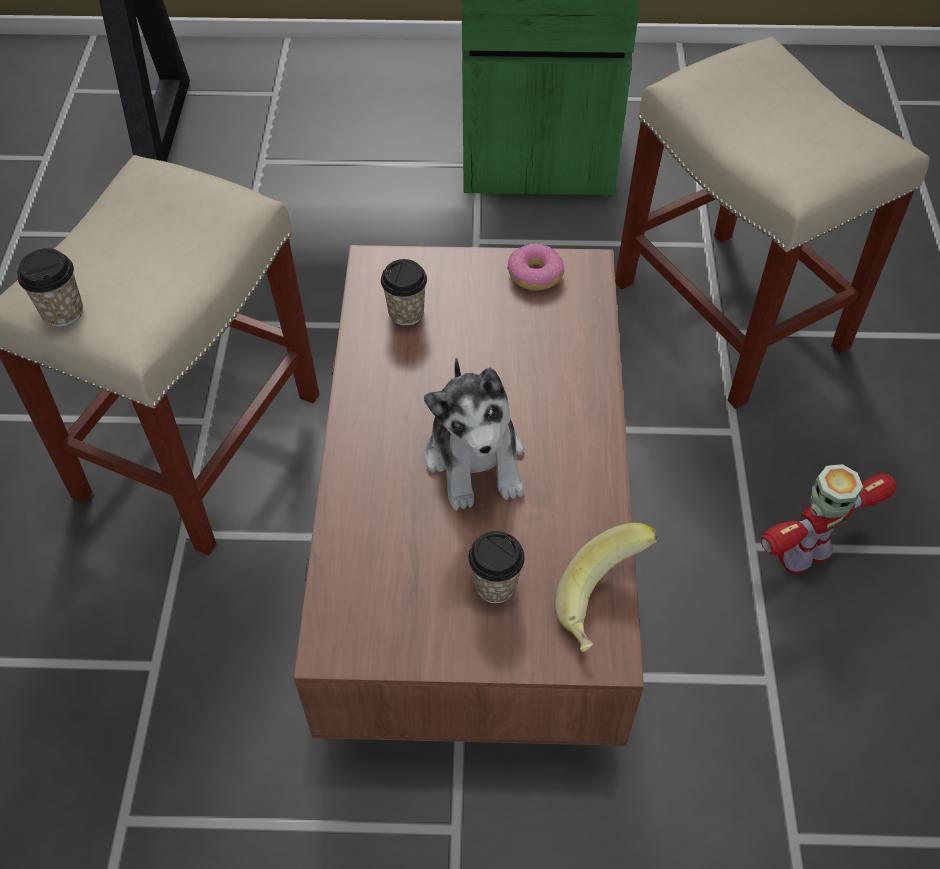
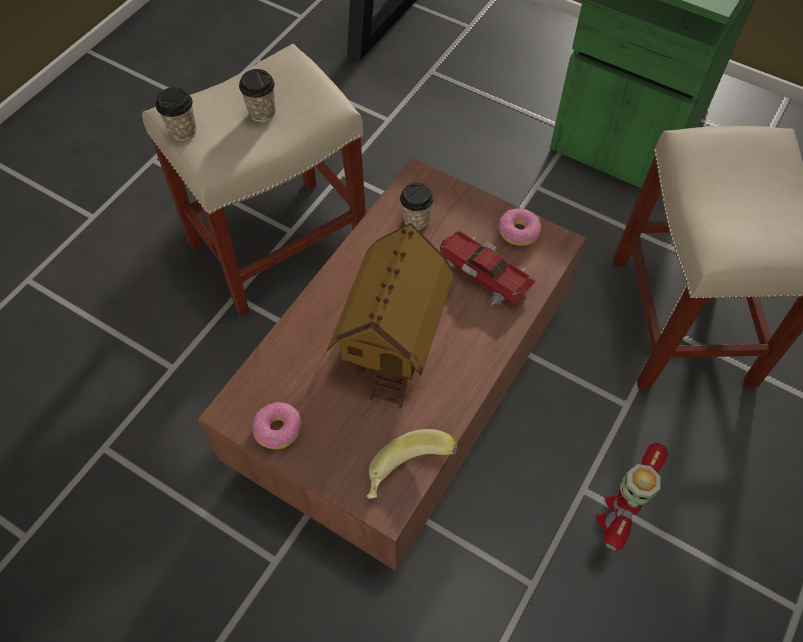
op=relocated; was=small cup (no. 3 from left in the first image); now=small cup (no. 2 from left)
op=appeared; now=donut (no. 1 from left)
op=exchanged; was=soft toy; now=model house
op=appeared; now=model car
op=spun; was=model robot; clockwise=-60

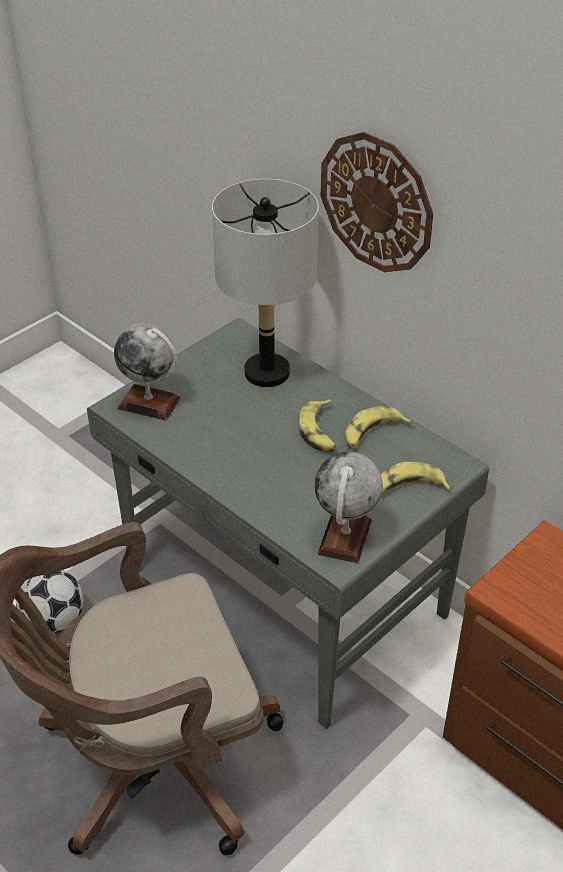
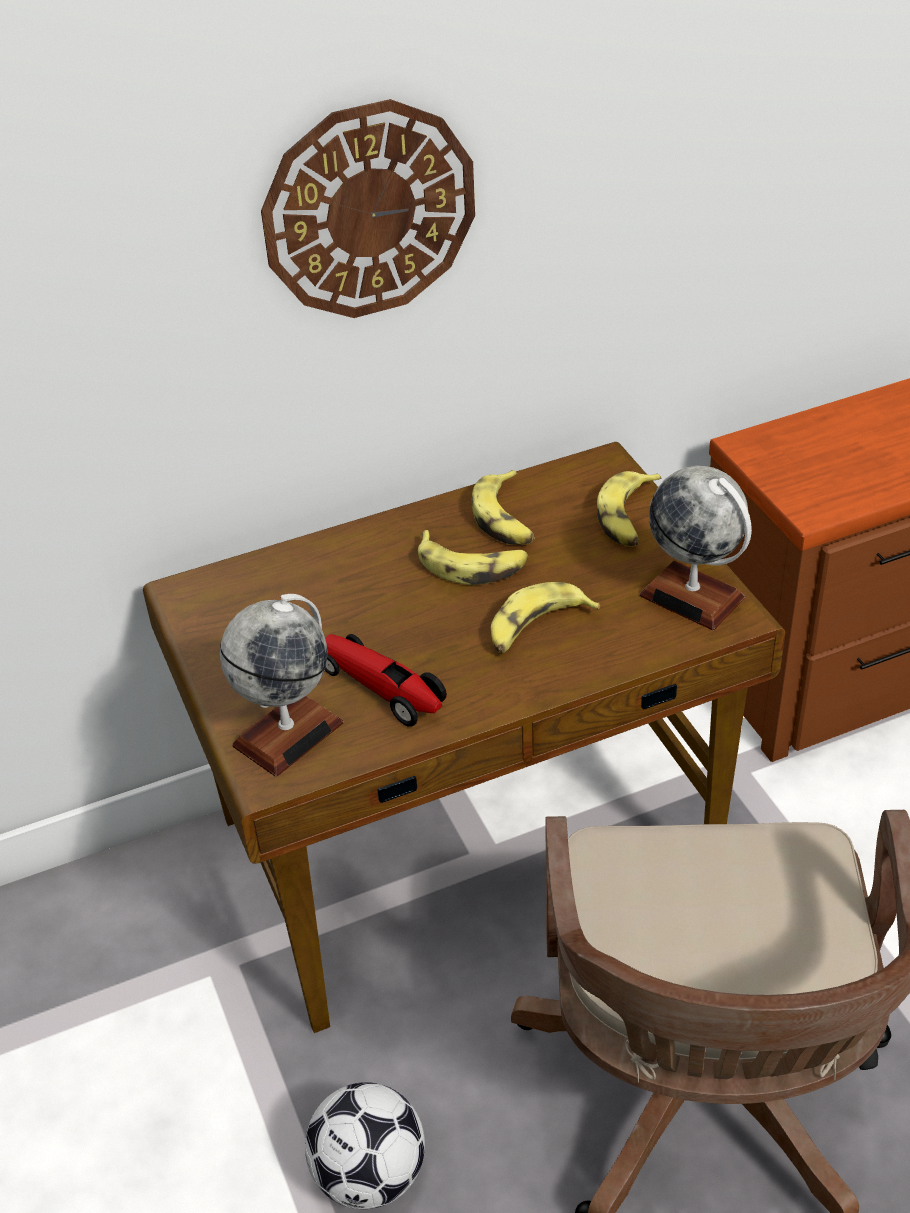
op=colour; was=desk (gray); now=desk (brownish)
op=appeared; now=model car
op=appeared; now=whole banana (no. 3 from left)
op=missing; was=lamp for a table (gray)

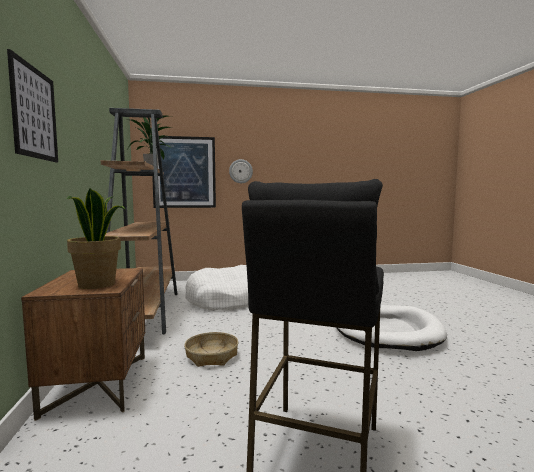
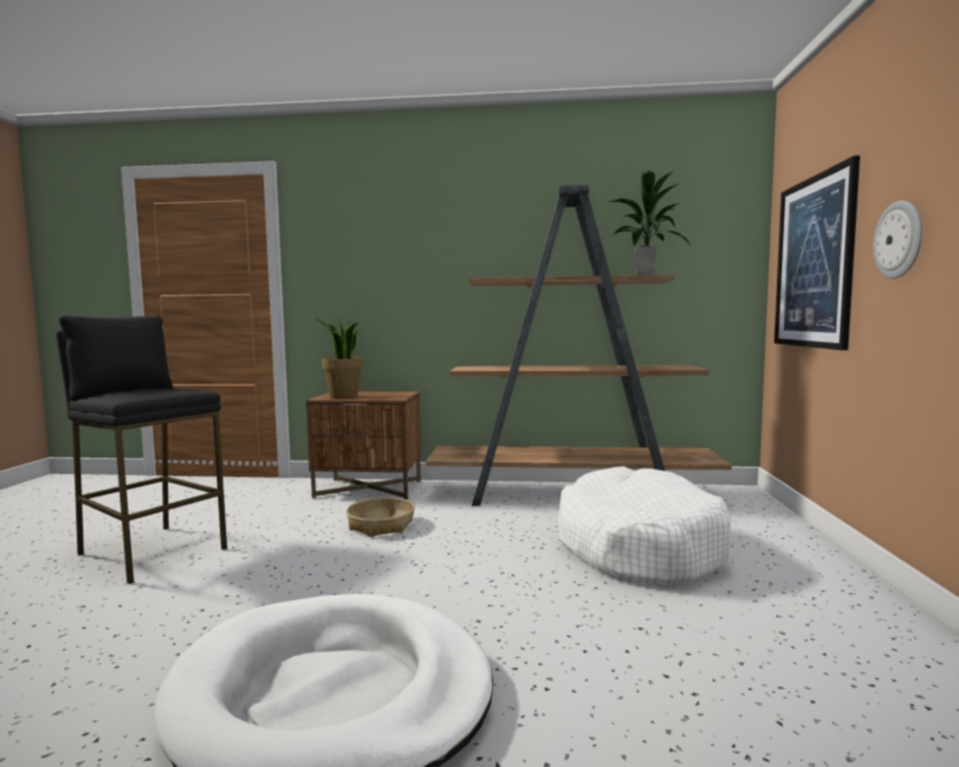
op=missing; was=picture (no. 1 from left)

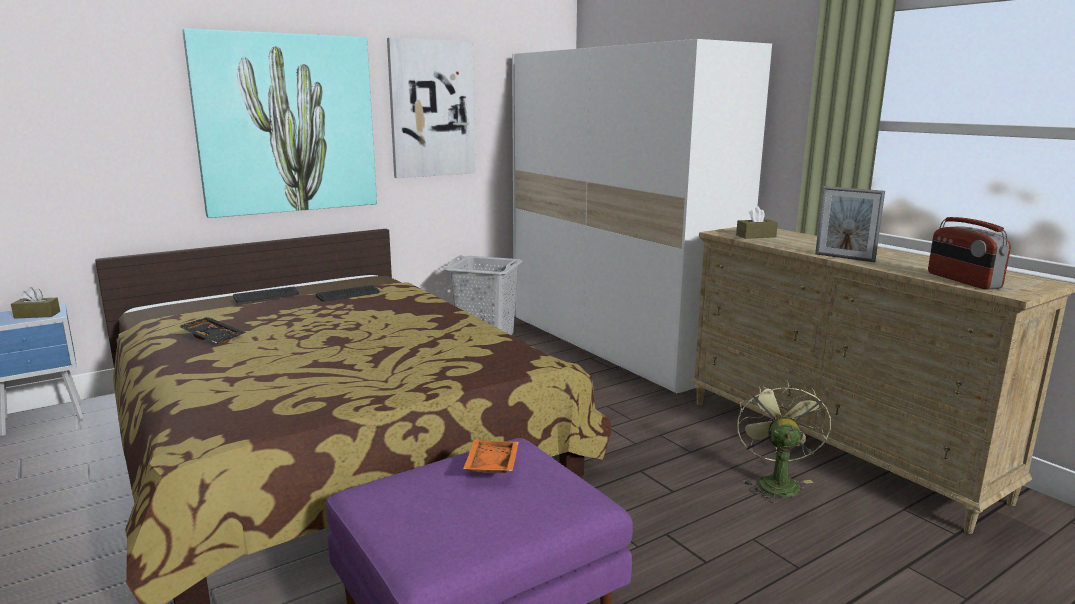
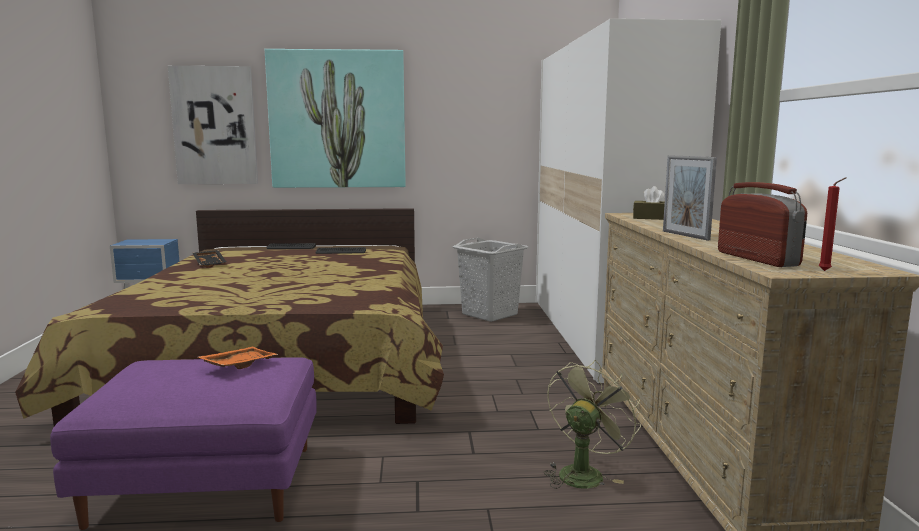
op=relocated; was=picture (no. 2 from left in the first image); now=picture (no. 1 from left)
op=spun; was=radio; clockwise=150
op=appeared; now=candle (red)
op=missing; was=tissue holder (brownish) (no. 1 from left)

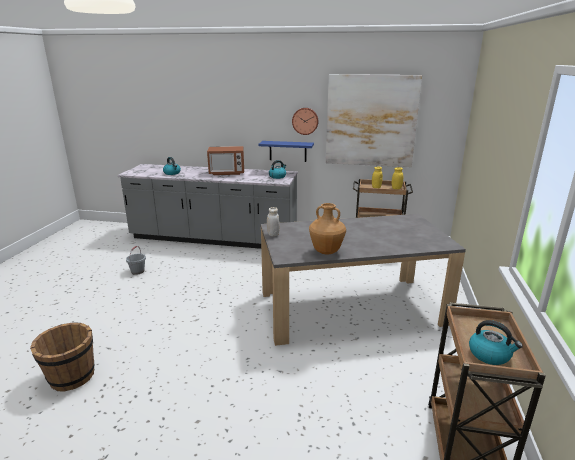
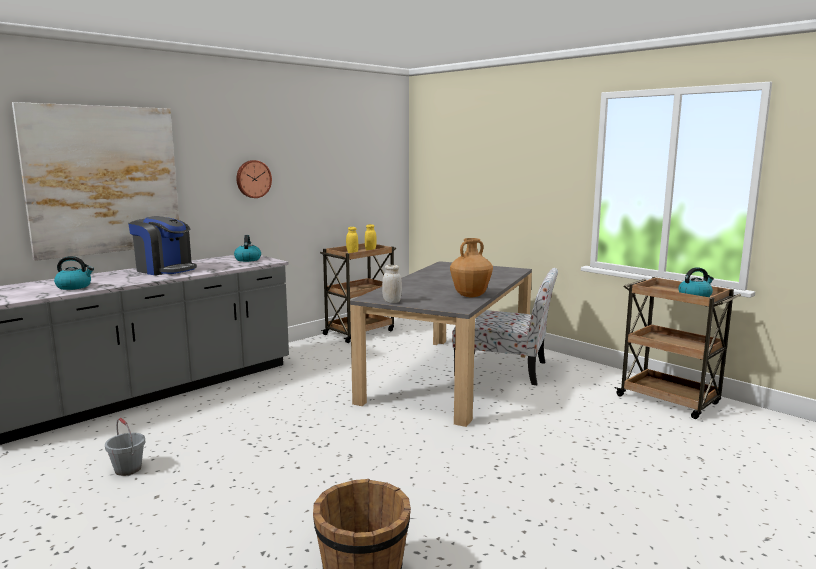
op=relocated; was=picture
op=exchanged; was=kitchen microwave; now=coffee maker
op=appeared; now=chair
op=missing; was=shelf (blue-coloured)

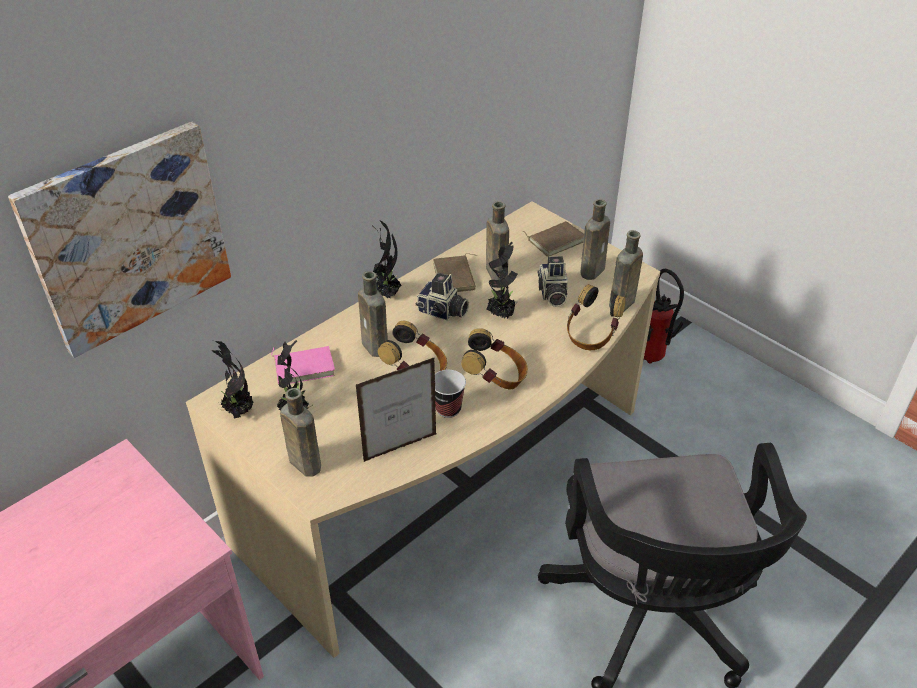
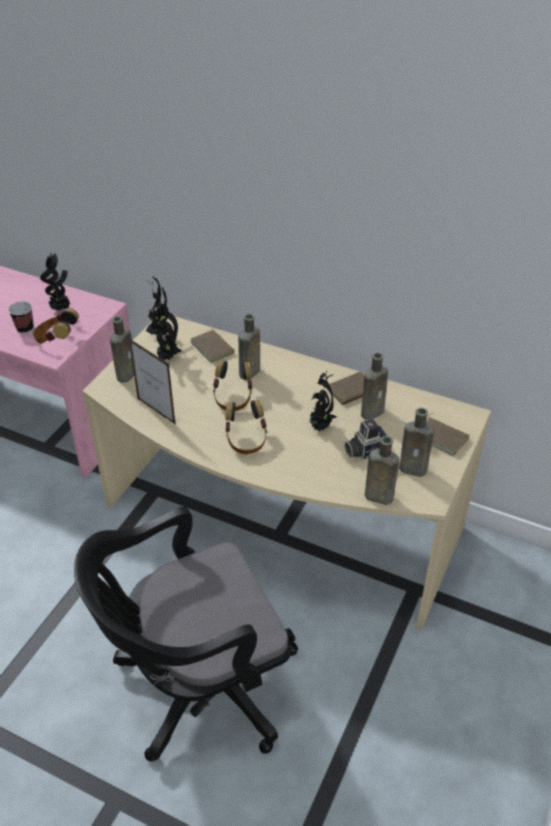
op=relocated; was=small cup
op=relocated; was=headphones (no. 3 from left in the first image); now=headphones (no. 1 from left)
op=relocated; was=plant in a pot (no. 3 from left in the first image); now=plant in a pot (no. 1 from left)
op=colour; was=bound book (pinkish); now=bound book (brownish) (no. 1 from left)
op=missing; was=picture
op=missing; was=still camera (no. 1 from left)
op=missing; was=fire extinguisher

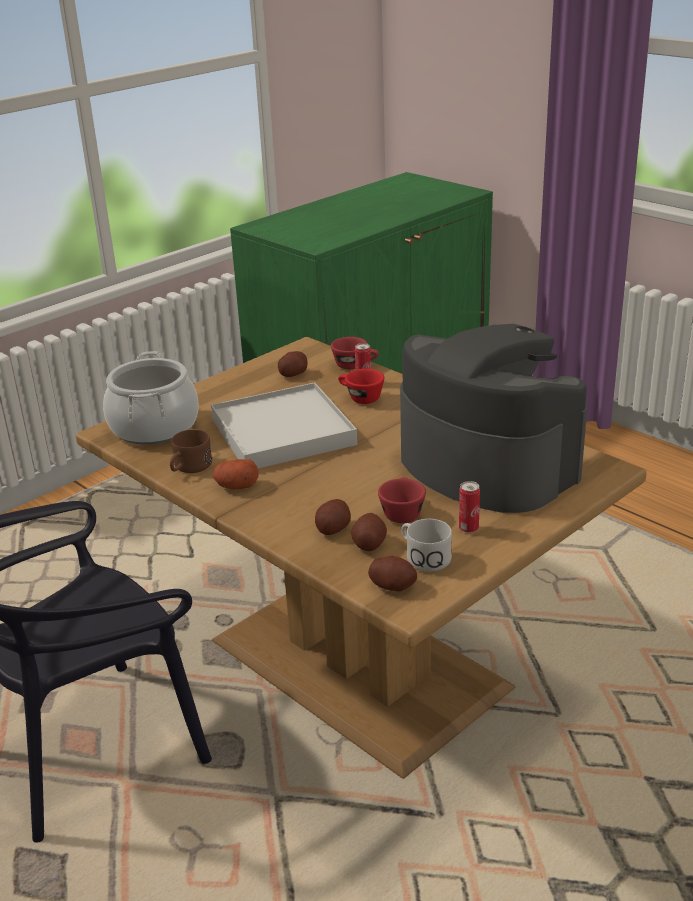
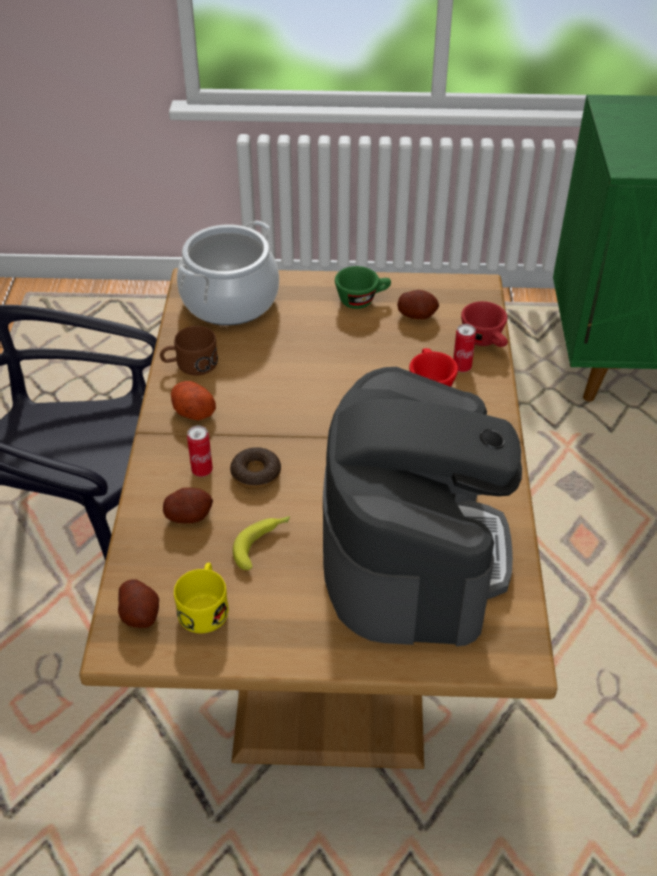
op=colour; was=mug (white); now=mug (yellow-coloured)
op=relocated; was=sealed can (no. 2 from left in the first image); now=sealed can (no. 1 from left)
op=appeared; now=donut
op=exchanged; was=small cup (red) (no. 3 from left); now=whole banana
op=appeared; now=small cup (greenish)
op=missing; was=serving tray (white)
op=missing; was=spud (no. 4 from left)

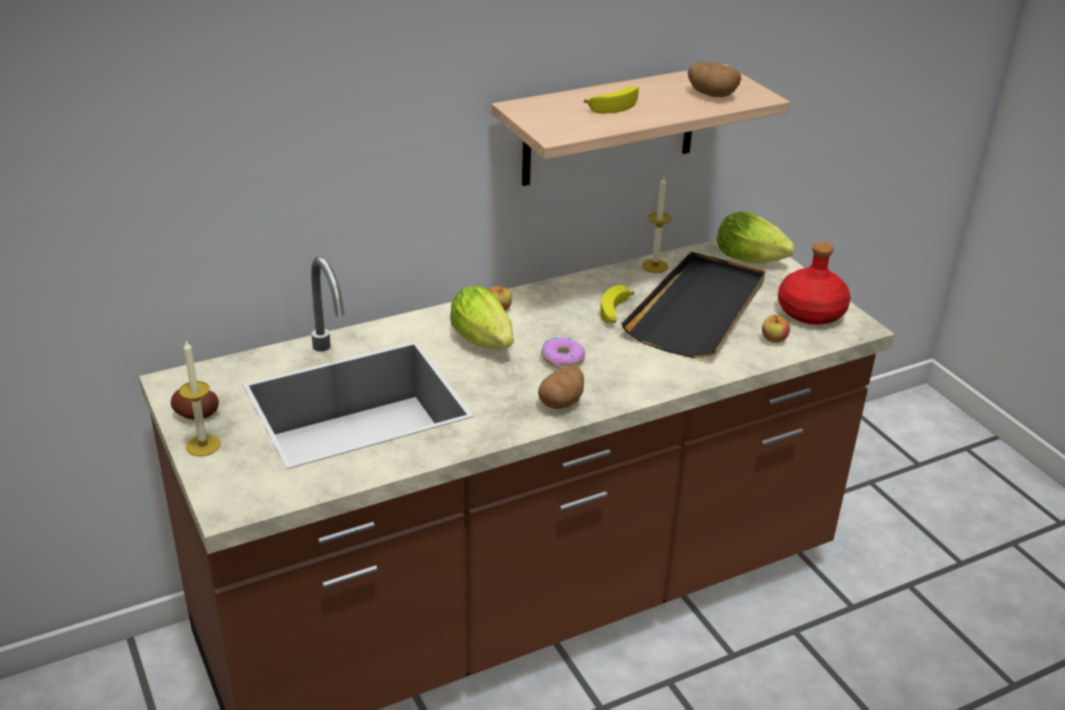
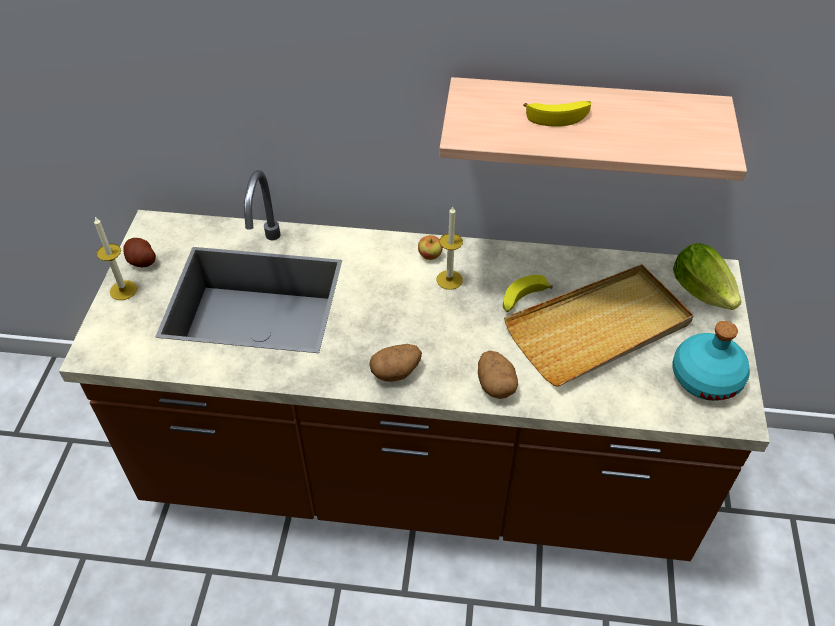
op=relocated; was=candle (no. 2 from left)
op=relocated; was=spud (no. 3 from left)
op=colour; was=serving tray (black); now=serving tray (beige-coloured)
op=colour; was=bottle (red); now=bottle (blue-green)
op=missing; was=lettuce (no. 1 from left)
op=missing; was=donut
op=missing; was=apple (no. 2 from left)

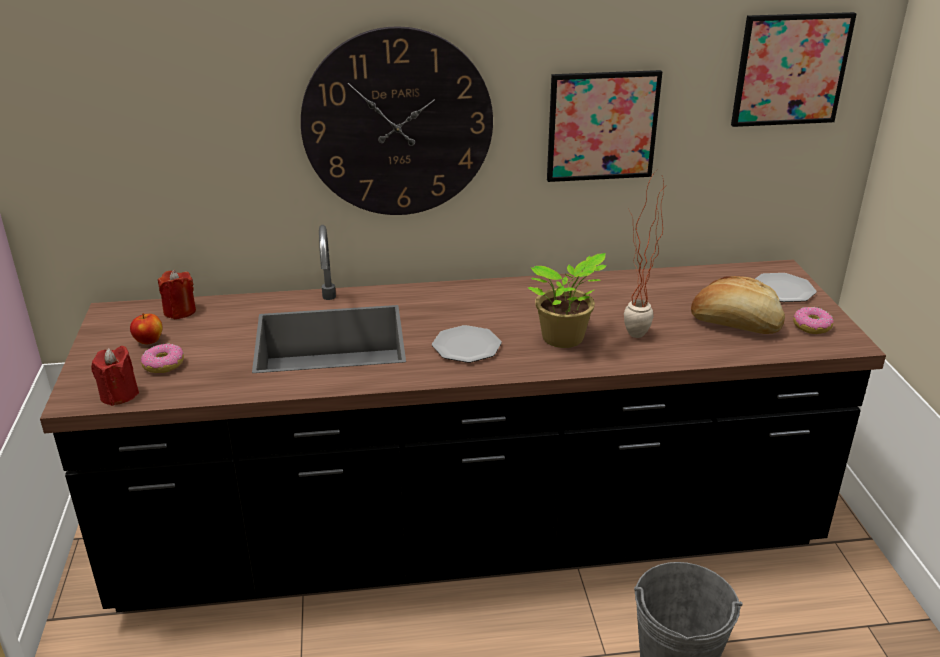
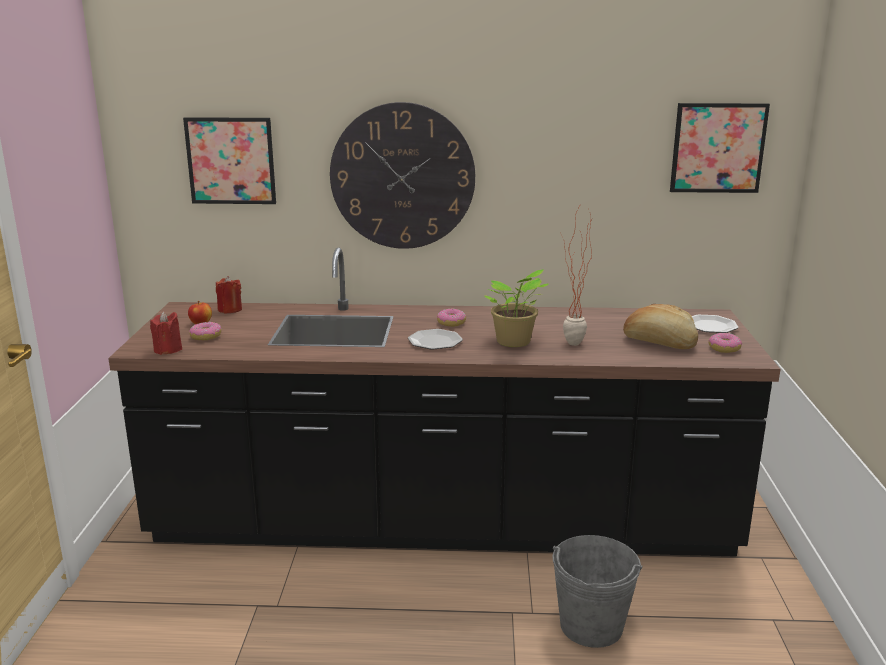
op=relocated; was=picture (no. 1 from left)
op=appeared; now=donut (no. 2 from left)

